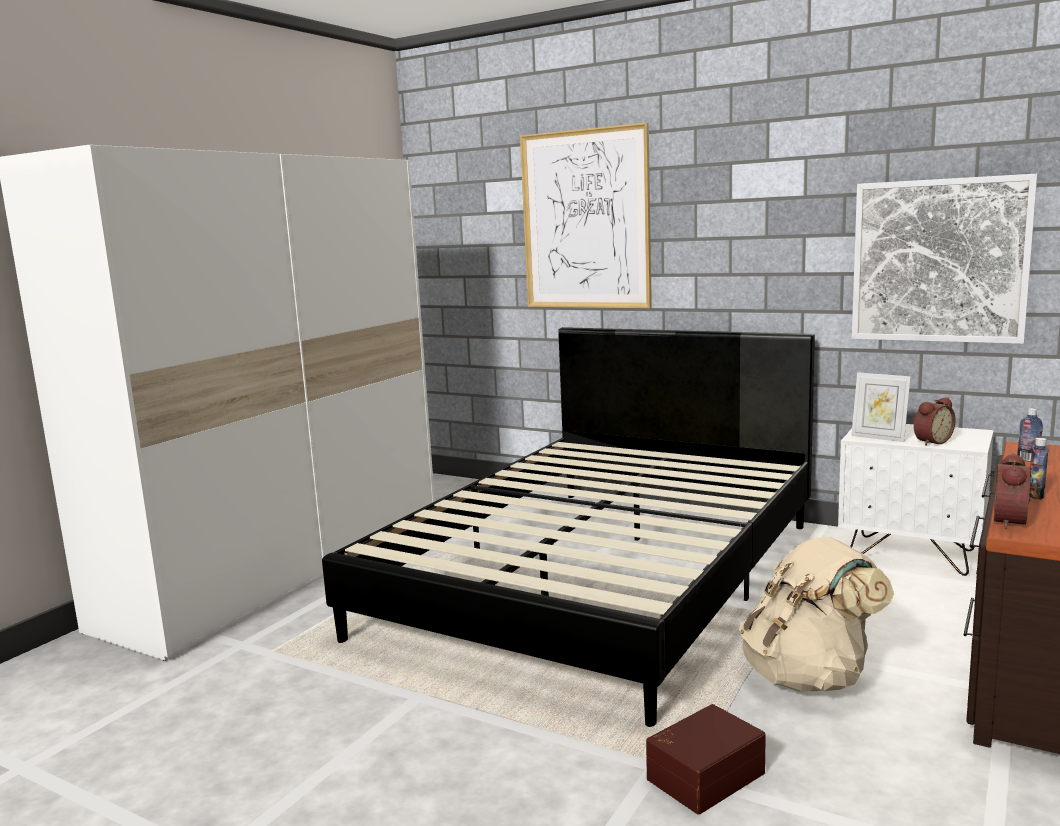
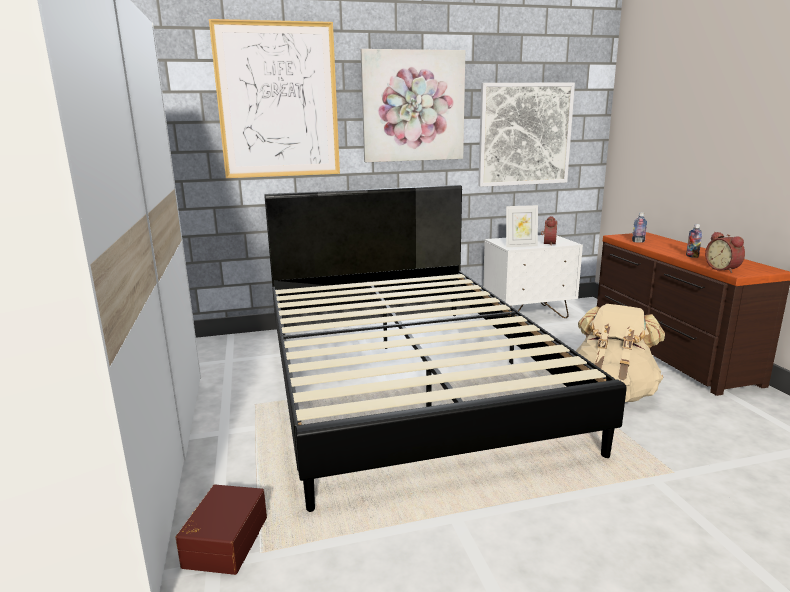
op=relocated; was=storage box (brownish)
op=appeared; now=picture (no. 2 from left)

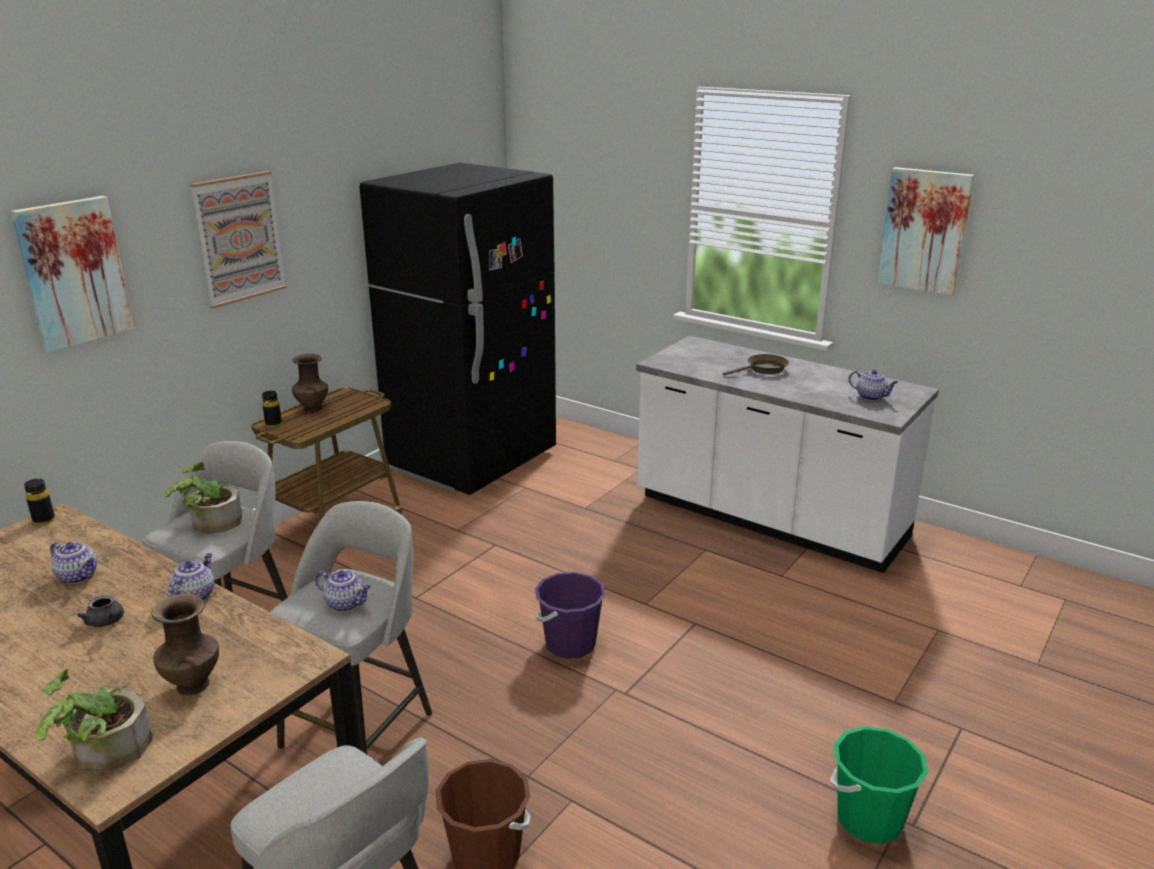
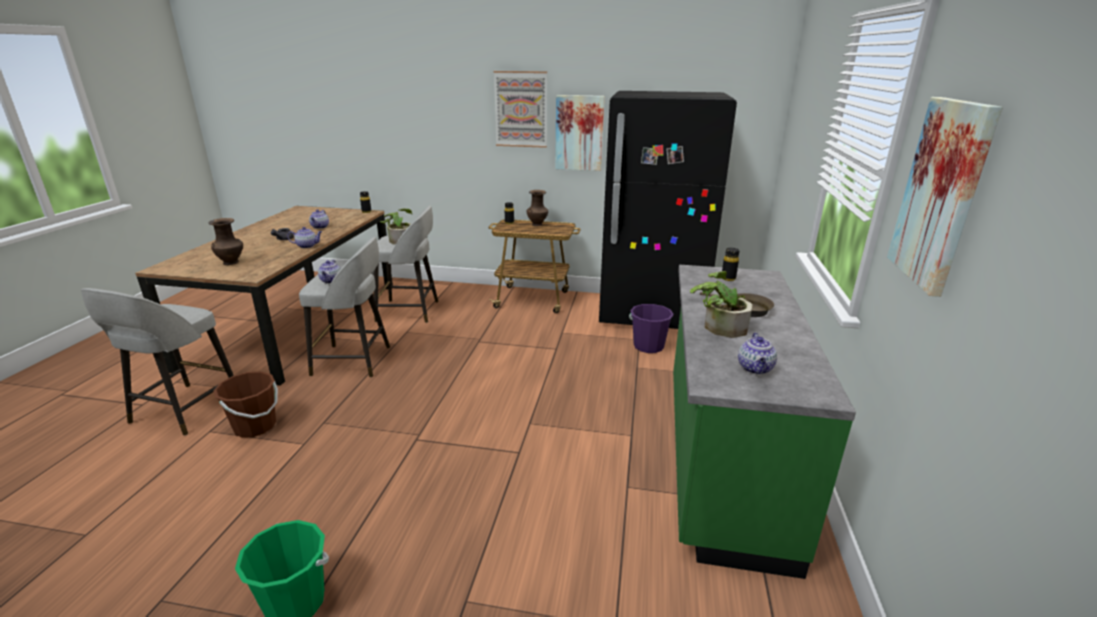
op=relocated; was=picture (no. 1 from left in the first image); now=picture (no. 2 from left)
op=relocated; was=water bucket (purplish)
op=colour; was=kitchen counter (white); now=kitchen counter (greenish)
op=relocated; was=plant in a pot (no. 1 from left in the first image); now=plant in a pot (no. 2 from left)
op=appeared; now=bottle (black) (no. 3 from left)

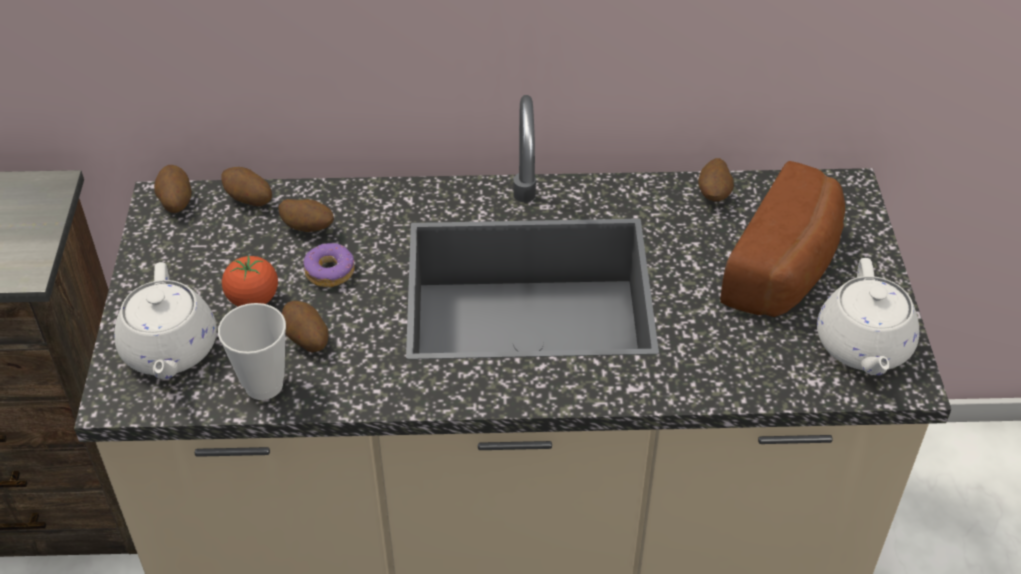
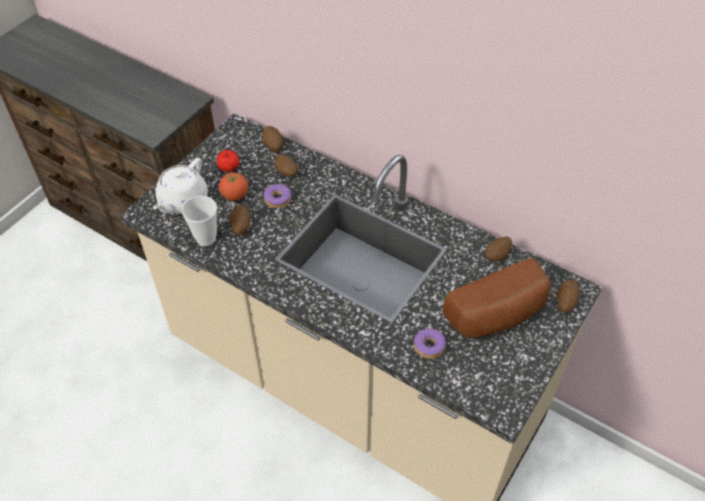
op=appeared; now=apple
op=appeared; now=donut (no. 2 from left)
op=relocated; was=spud (no. 1 from left in the first image); now=spud (no. 5 from left)
op=missing; was=pot for tea (white) (no. 2 from left)

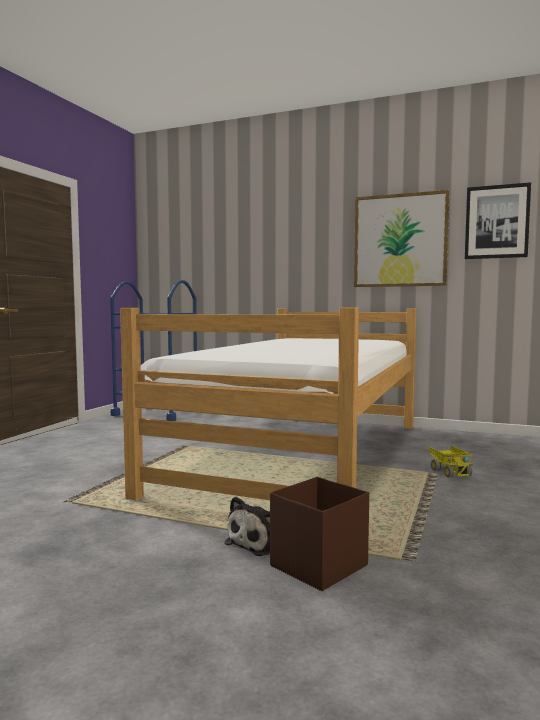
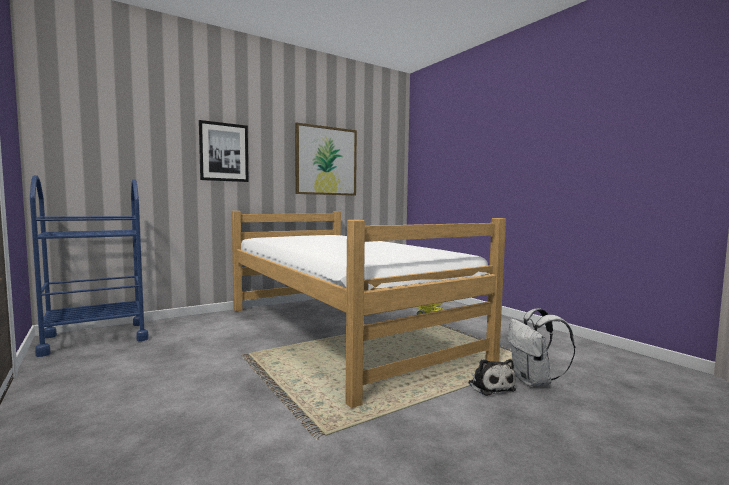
op=relocated; was=picture (no. 2 from left in the first image); now=picture (no. 1 from left)
op=exchanged; was=storage box (brownish); now=rucksack (white)

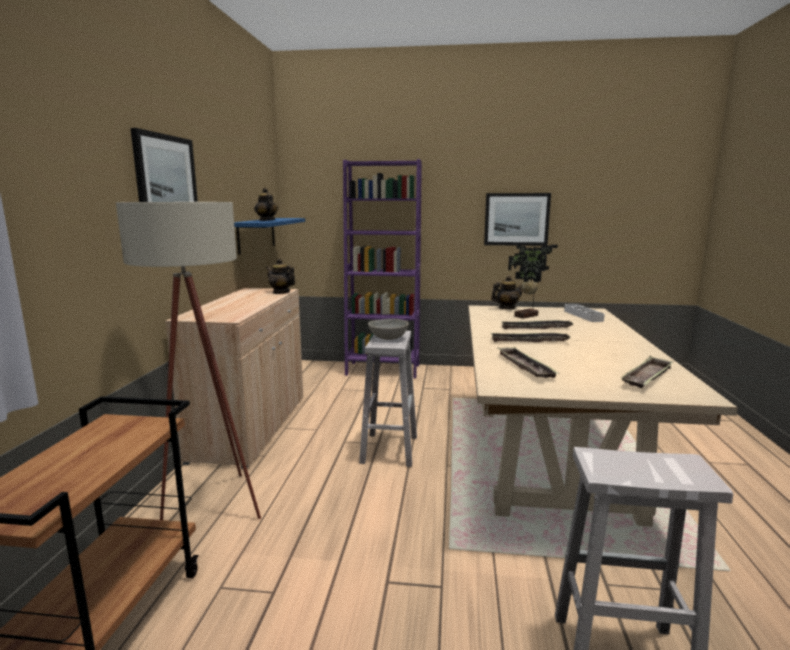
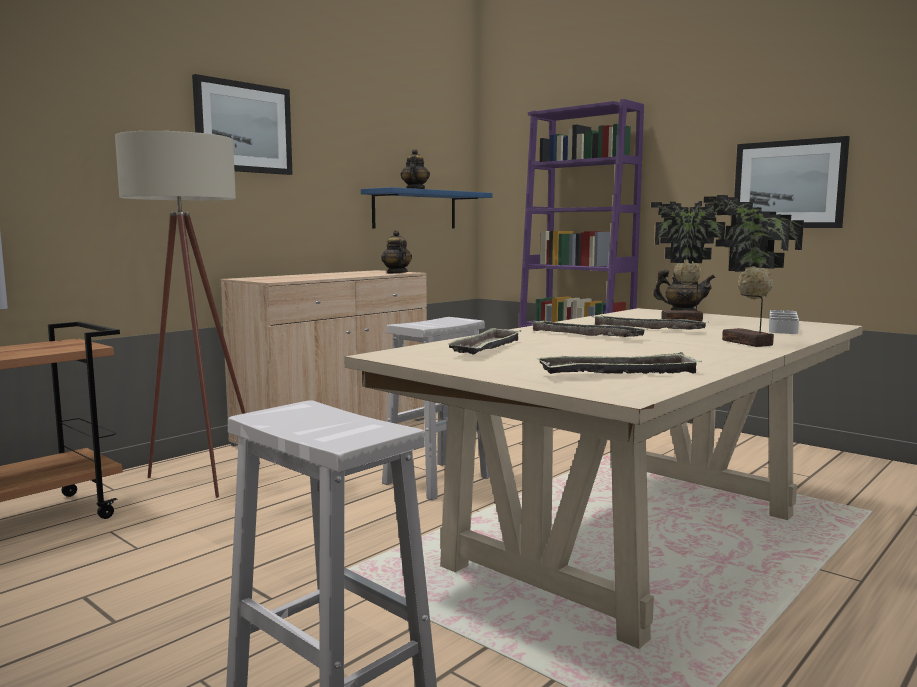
op=appeared; now=plant in a pot (no. 2 from left)
op=missing; was=deep dish (gray)

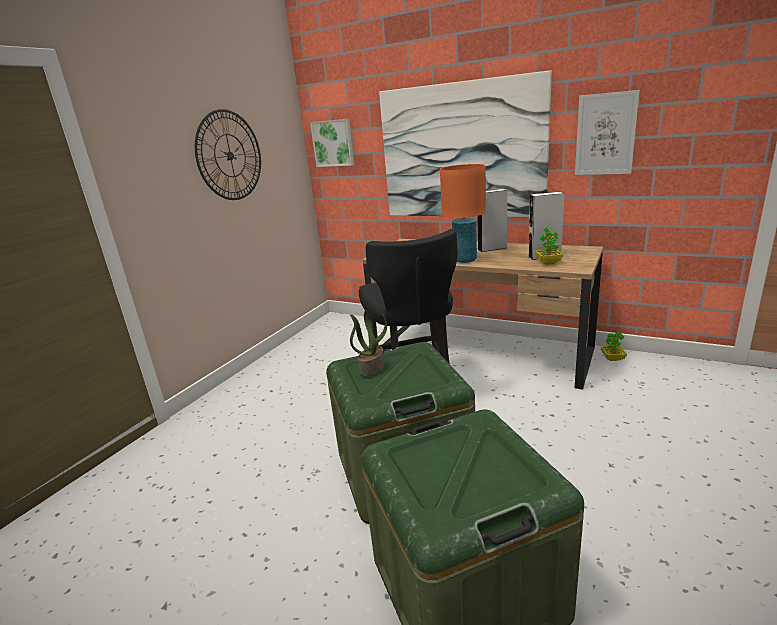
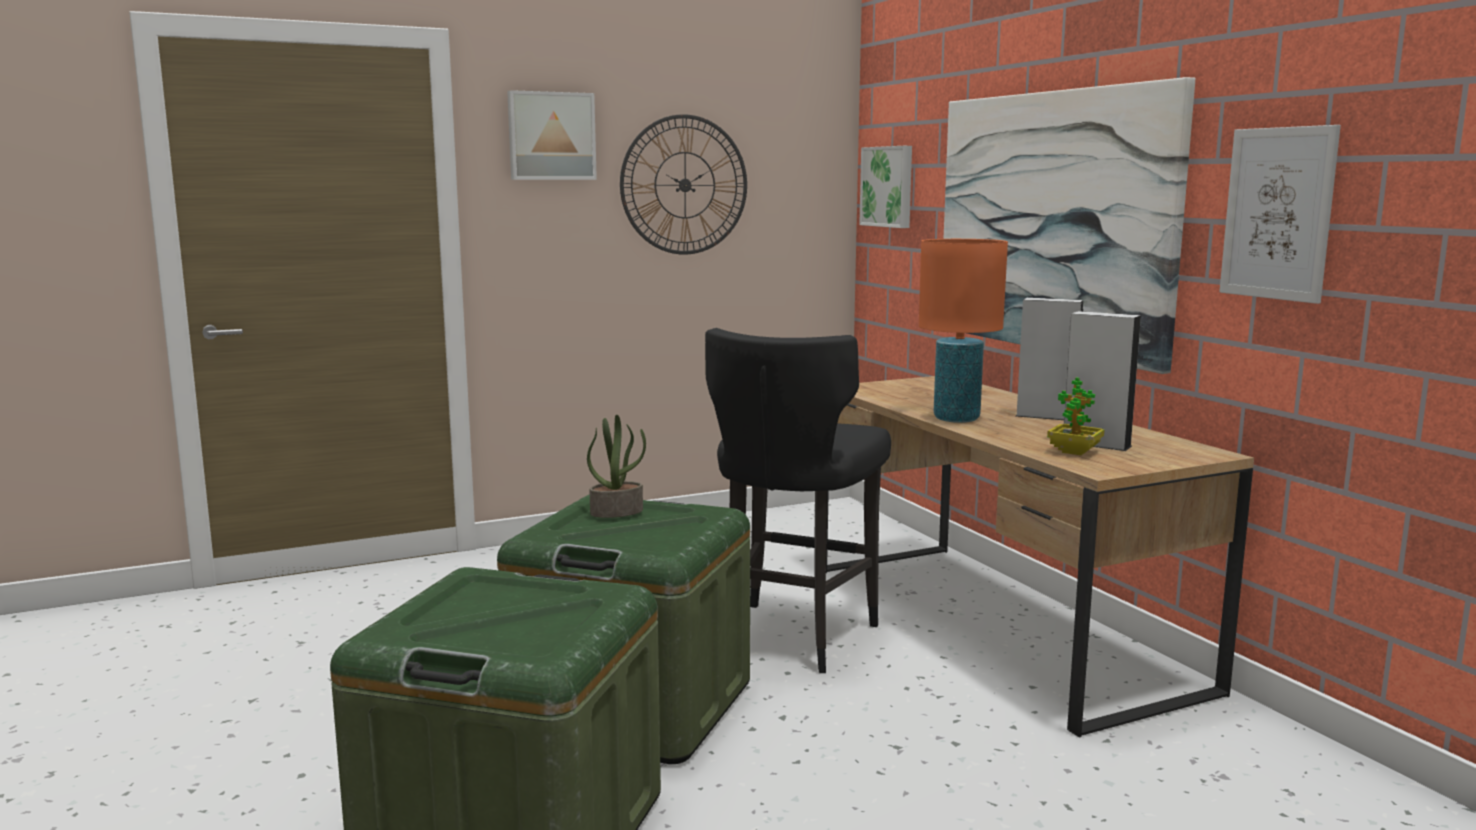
op=appeared; now=picture (no. 1 from left)
op=missing; was=plant in a pot (no. 3 from left)

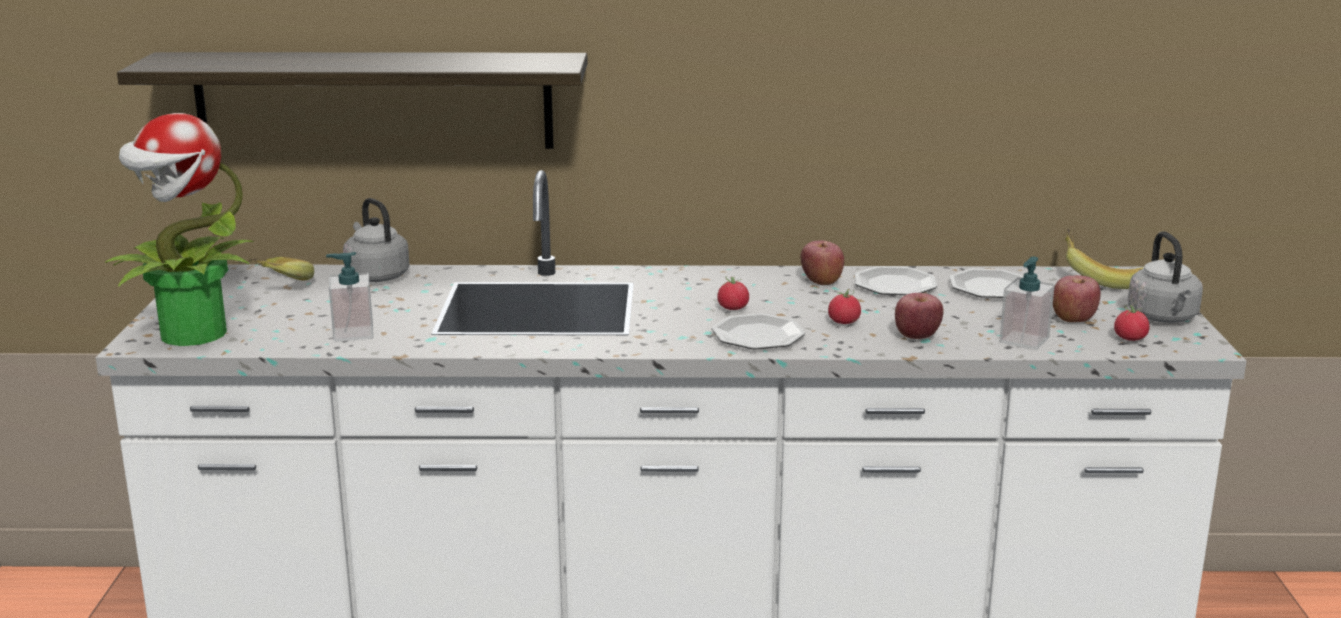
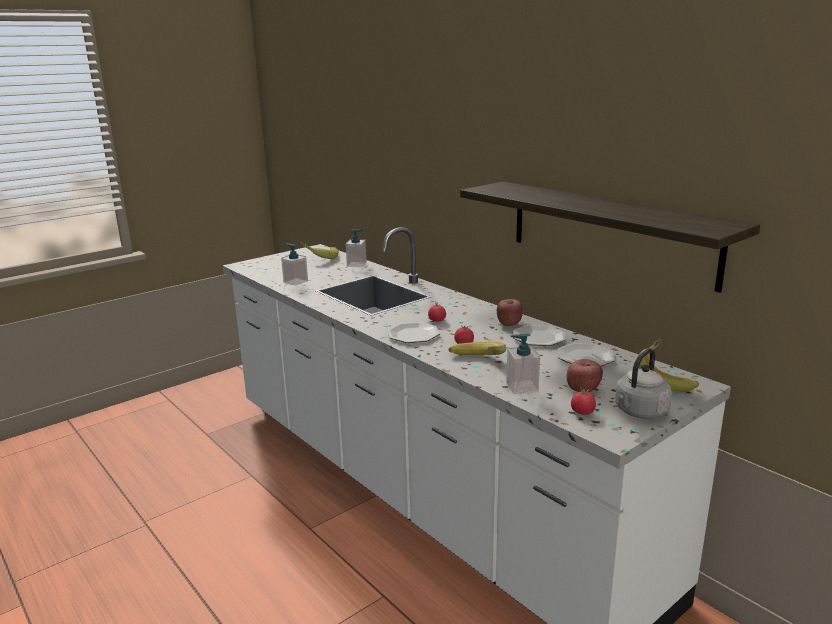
op=exchanged; was=kettle (gray) (no. 1 from left); now=soap bottle (no. 2 from left)
op=exchanged; was=apple (no. 2 from left); now=whole banana (no. 2 from left)
op=relocated; was=shelf
op=missing; was=plant in a pot

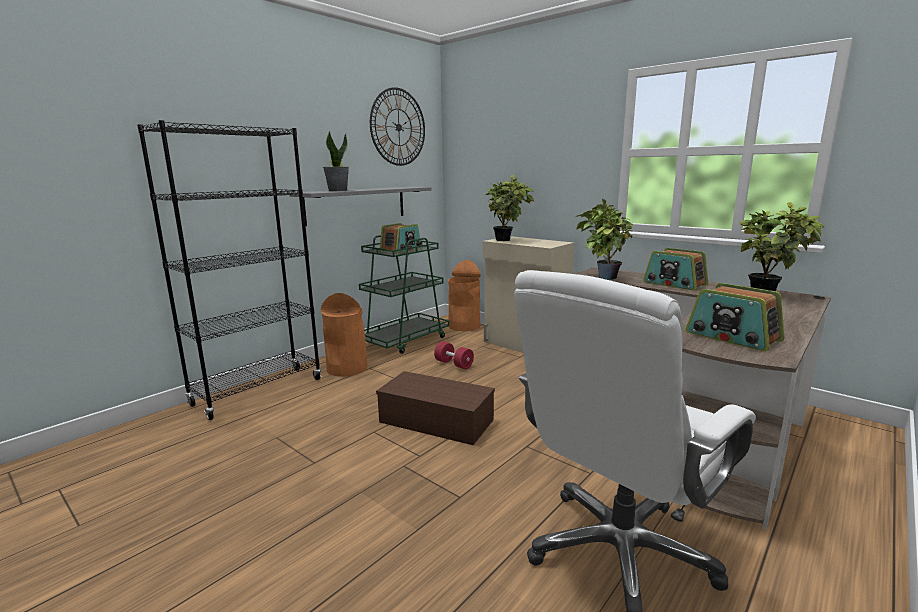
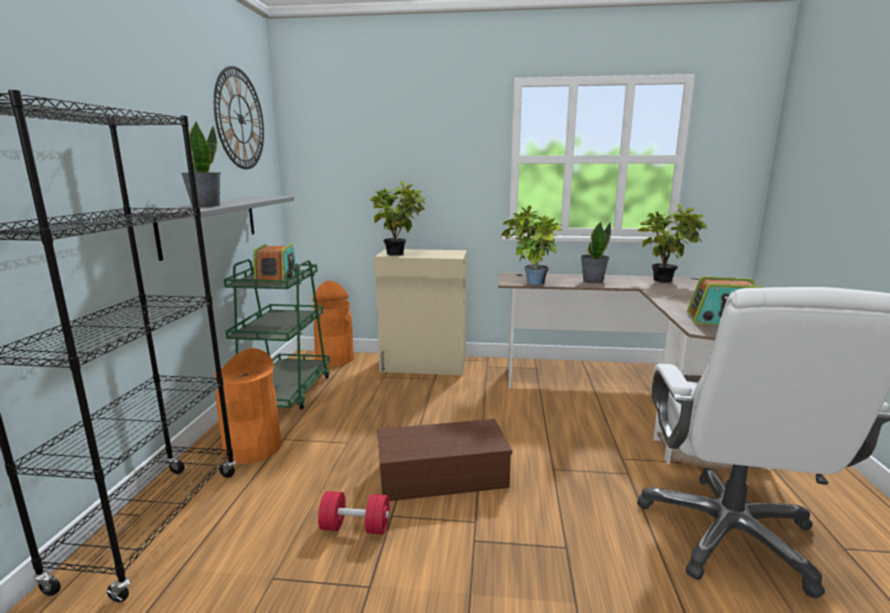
op=relocated; was=hand weight (red)
op=exchanged; was=radio (no. 2 from left); now=plant in a pot (no. 4 from left)

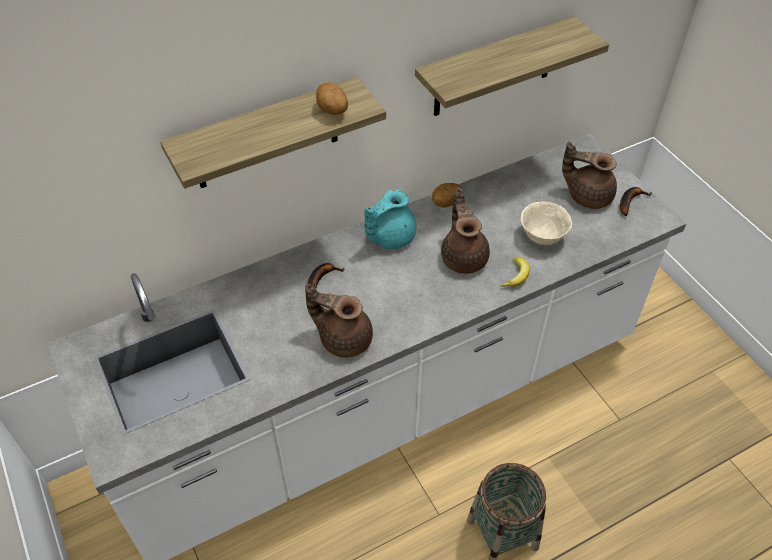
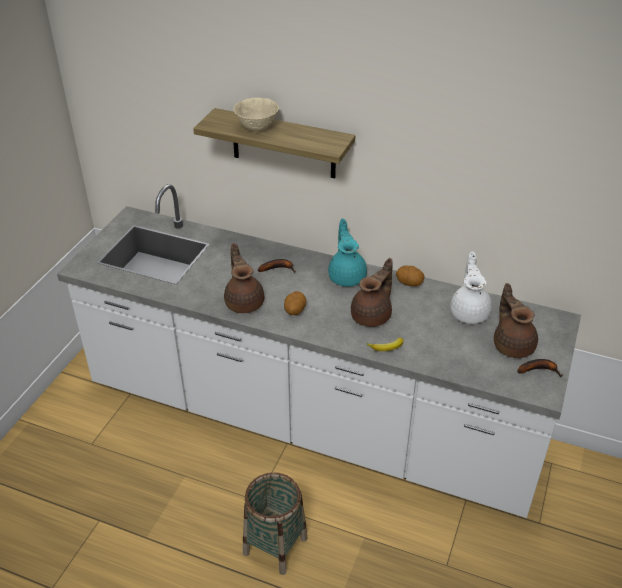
op=relocated; was=deep dish (beige-coloured)
op=relocated; was=spud (no. 1 from left)
op=spun; was=pot for tea (blue-green); clockwise=75
op=appeared; now=pot for tea (white)
op=missing; was=shelf (no. 2 from left)

